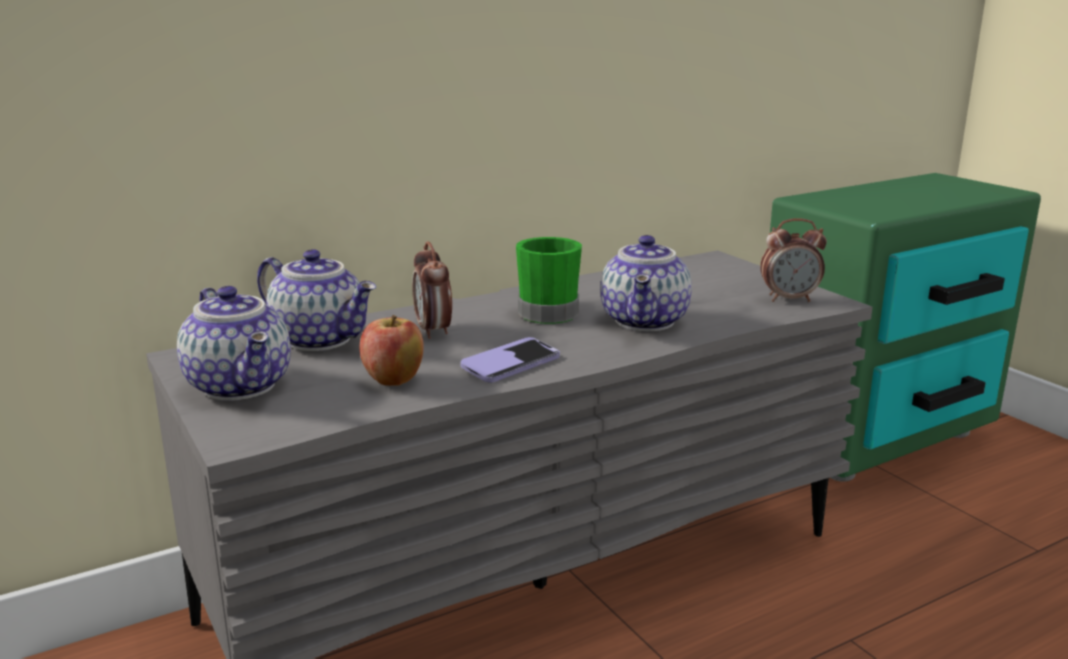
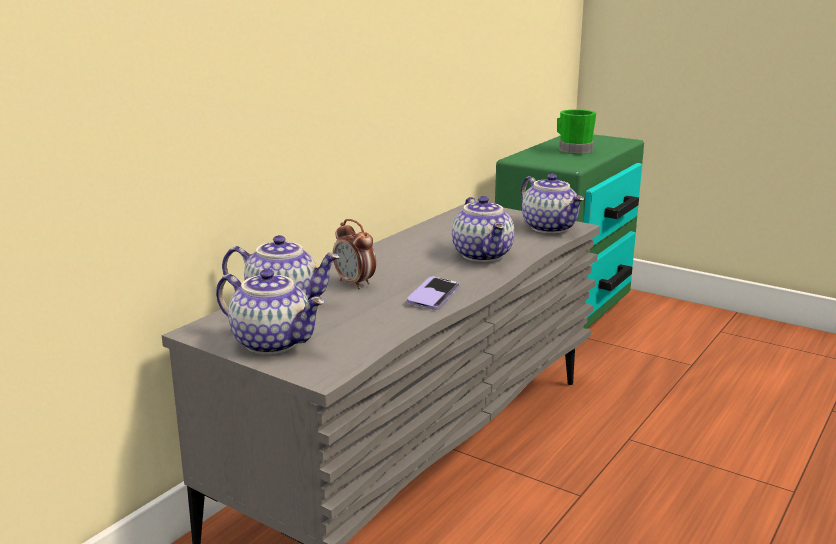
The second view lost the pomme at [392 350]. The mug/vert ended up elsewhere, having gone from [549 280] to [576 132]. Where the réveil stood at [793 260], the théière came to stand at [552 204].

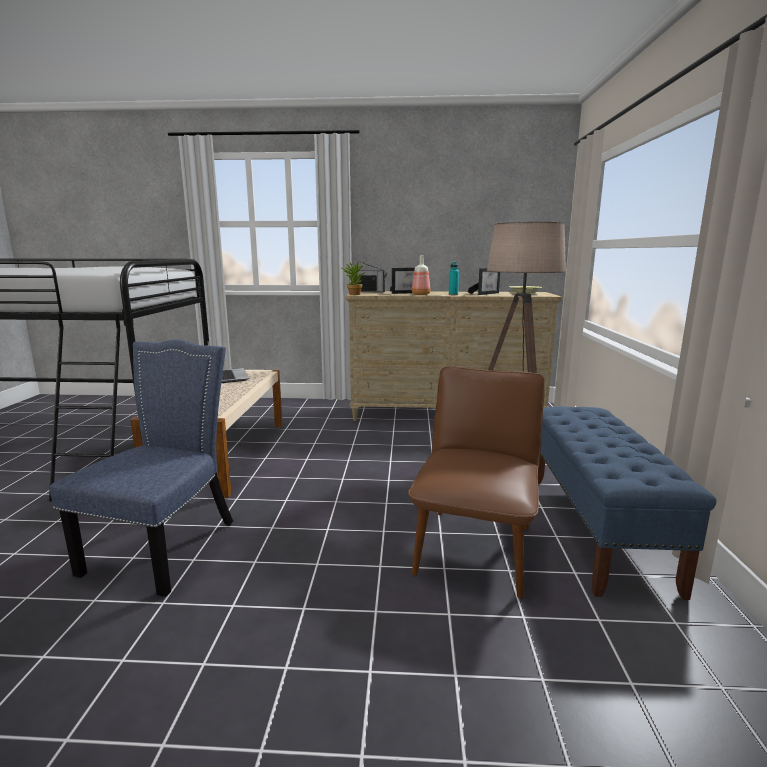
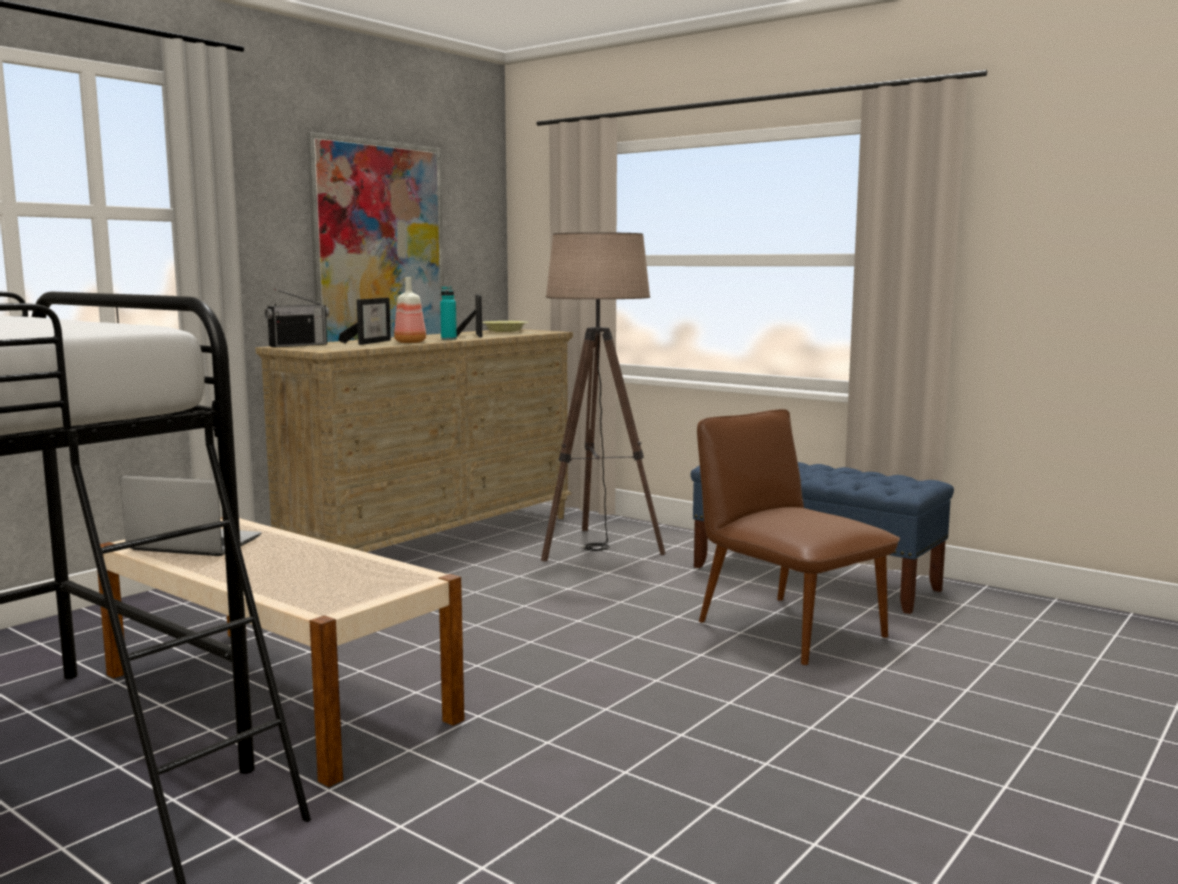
The second view lost the chaise/bleu at [141 468]. The second view lost the plante en pot at [353 278]. The second view gained the tableau at [375 237].

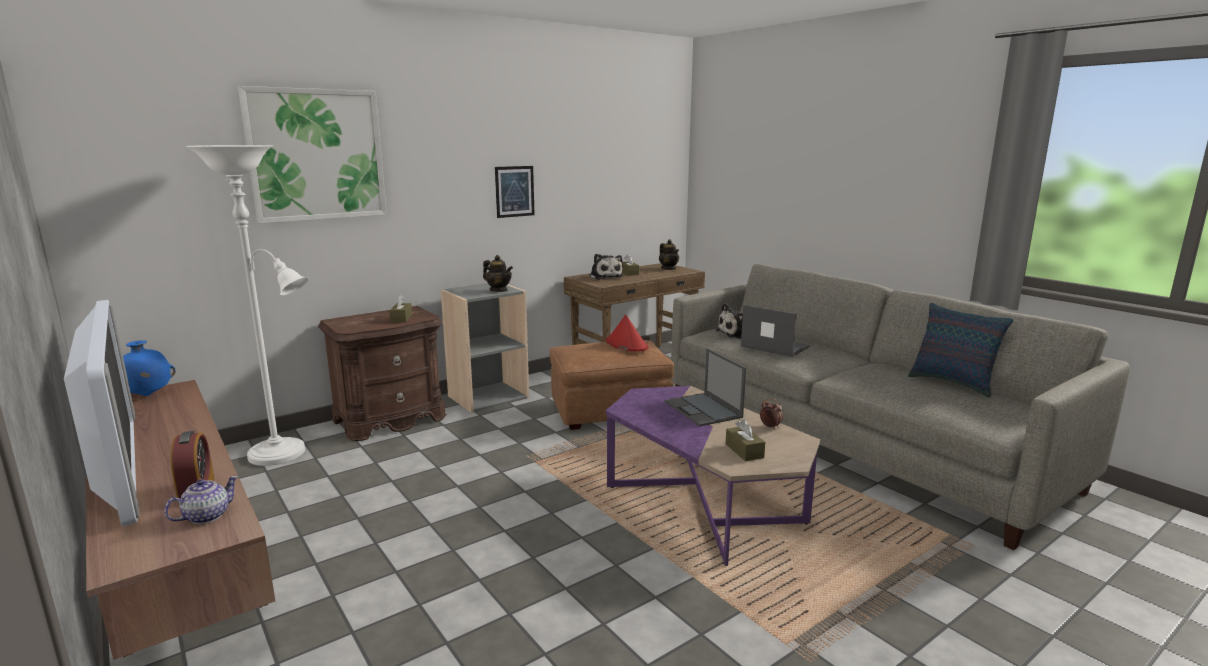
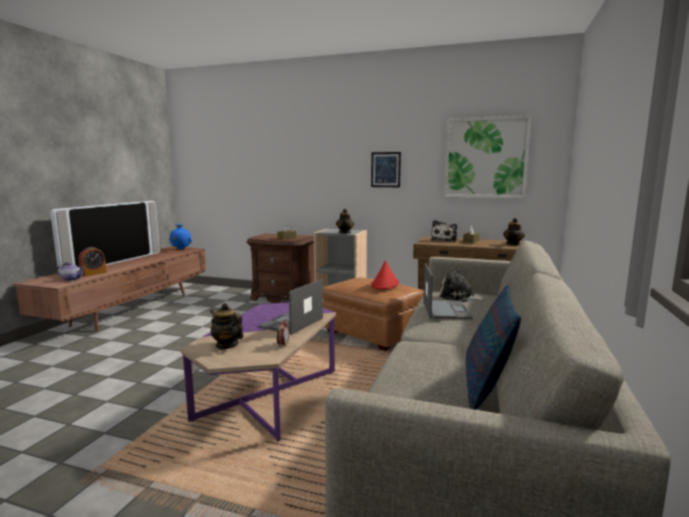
The second view lost the lampadaire/blanc at [247 305]. The tableau ended up elsewhere, having gone from [312 155] to [488 157]. Where the boîte à mouchoirs/marron stood at [745 440], the théière came to stand at [226 326].

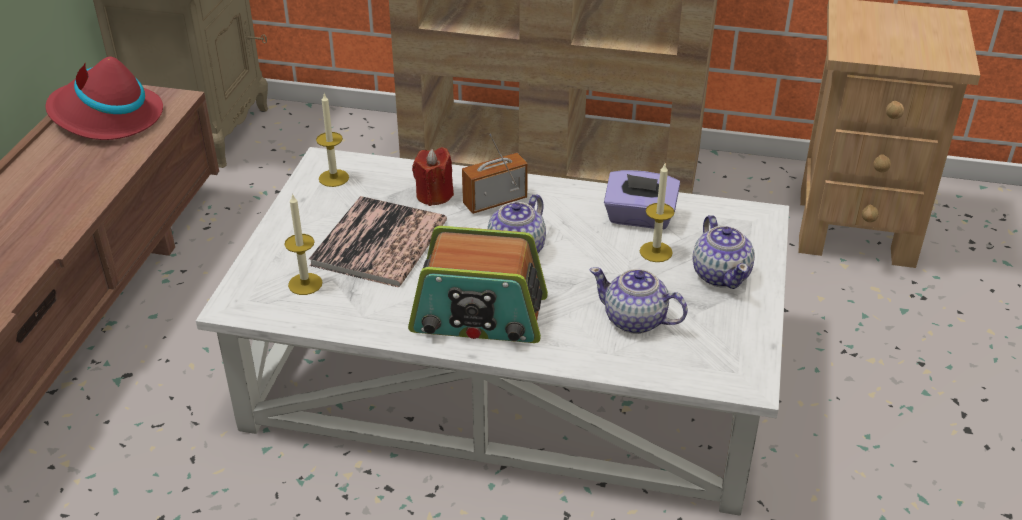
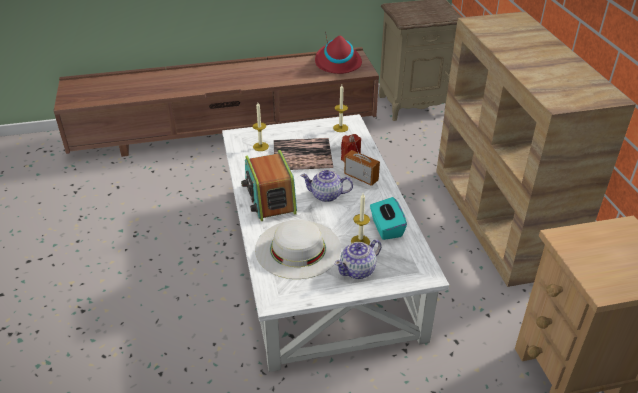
Where the théière stood at [639 300], the chapeau/blanc came to stand at [298 249]. What was the boîte à mouchoirs/violet at [642 199] turned into the boîte à mouchoirs/turquoise at [388 218].

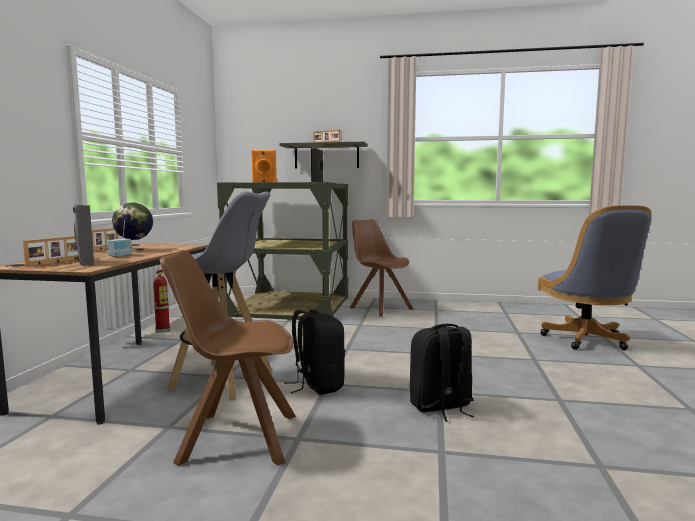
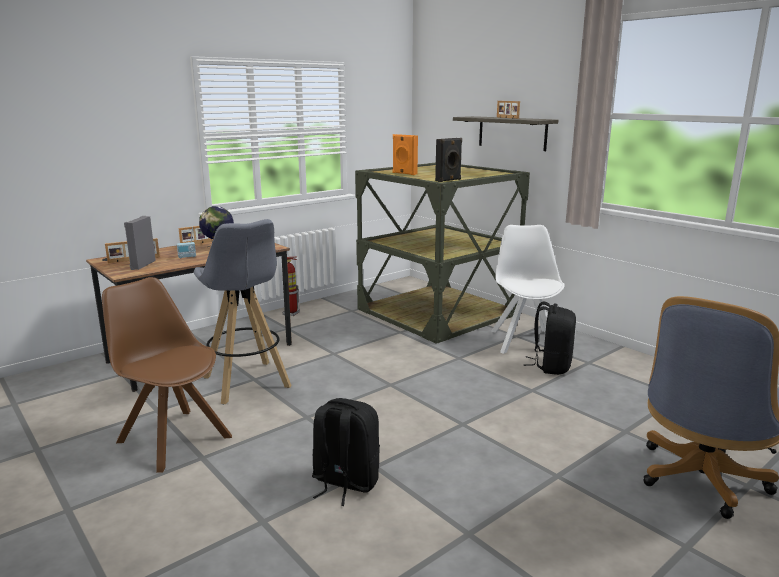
The sac à dos/noir ended up elsewhere, having gone from [314 352] to [550 338]. What was the chaise/marron at [381 268] turned into the chaise/blanc at [528 289].

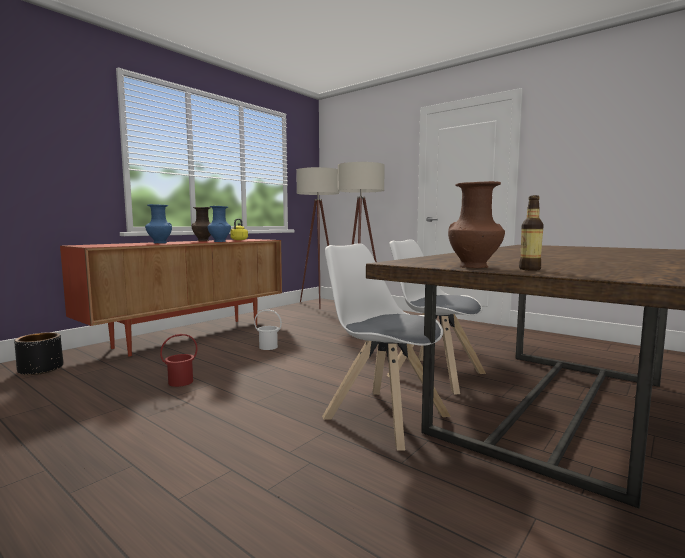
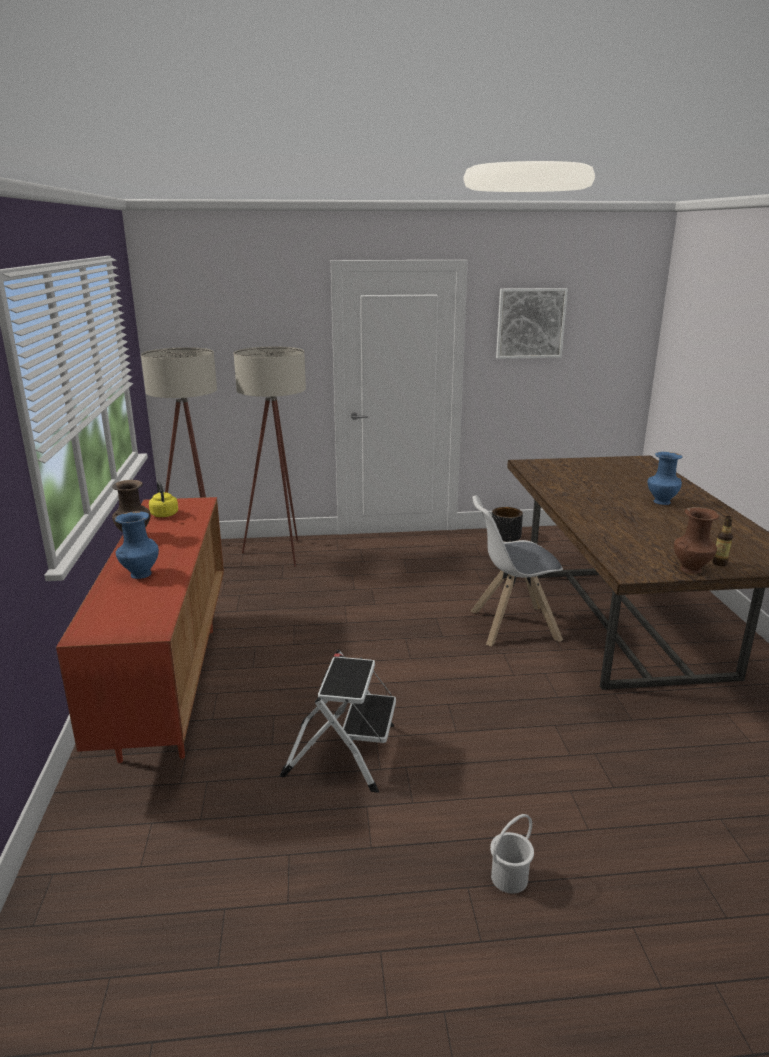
The cache-pot/noir ended up elsewhere, having gone from [38 353] to [507 524]. Where the seau/rouge stood at [179 360], the escabeau came to stand at [338 721]. The vase/bleu ended up elsewhere, having gone from [219 224] to [664 478]. The seau/blanc ended up elsewhere, having gone from [268 330] to [512 854]. The second view lost the chaise at [386 347]. The second view gained the tableau at [532 323].

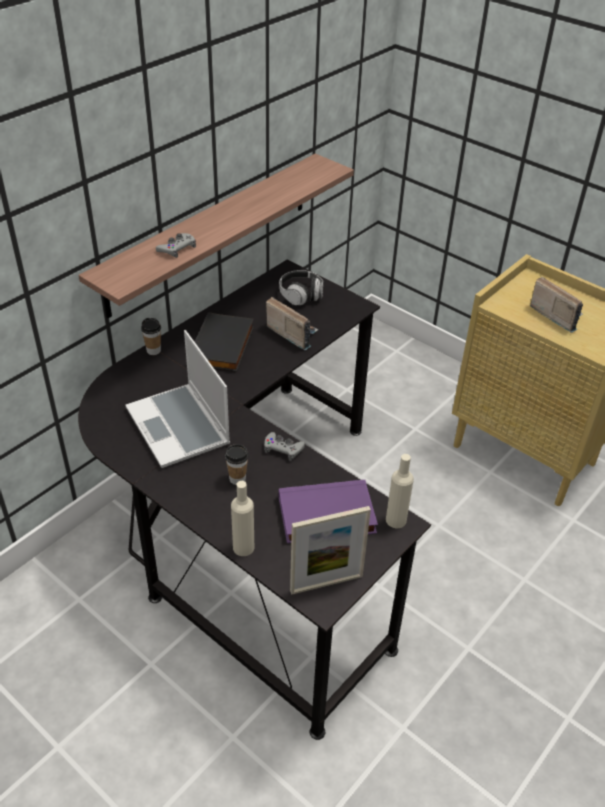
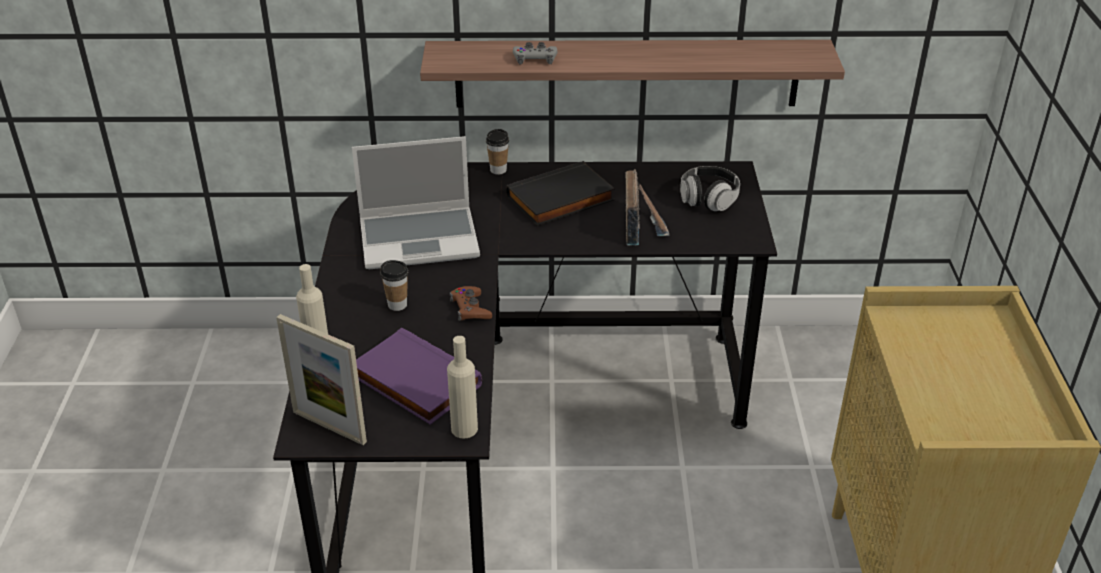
The ordinateur portable at [177 399] ended up facing another way, 120 degrees counterclockwise from before. What was the manette/gris at [284 446] turned into the manette/marron at [470 303]. The second view lost the radio at [556 305].

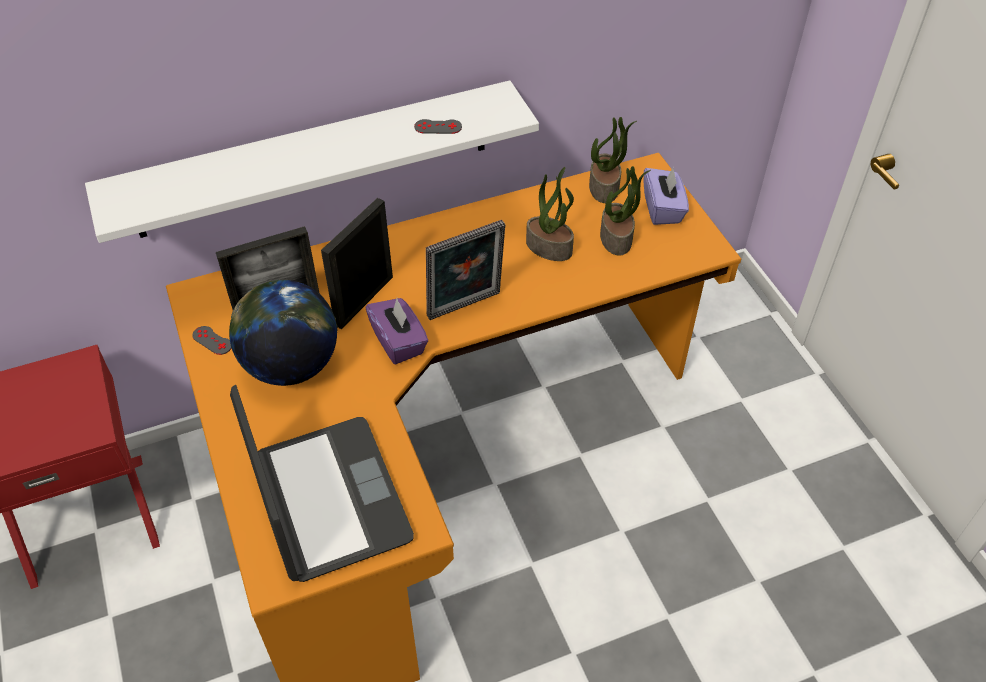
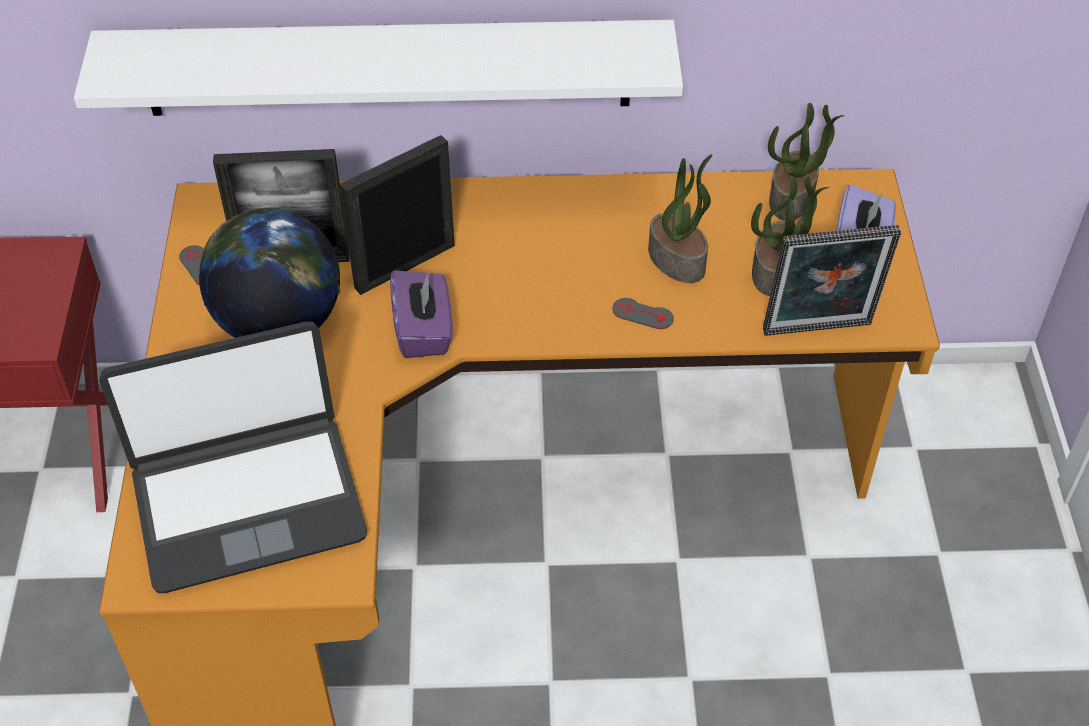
The ordinateur portable at [322 483] ended up facing another way, 75 degrees clockwise from before. The manette/gris ended up elsewhere, having gone from [438 126] to [643 313]. The cadre photo ended up elsewhere, having gone from [465 270] to [832 280].

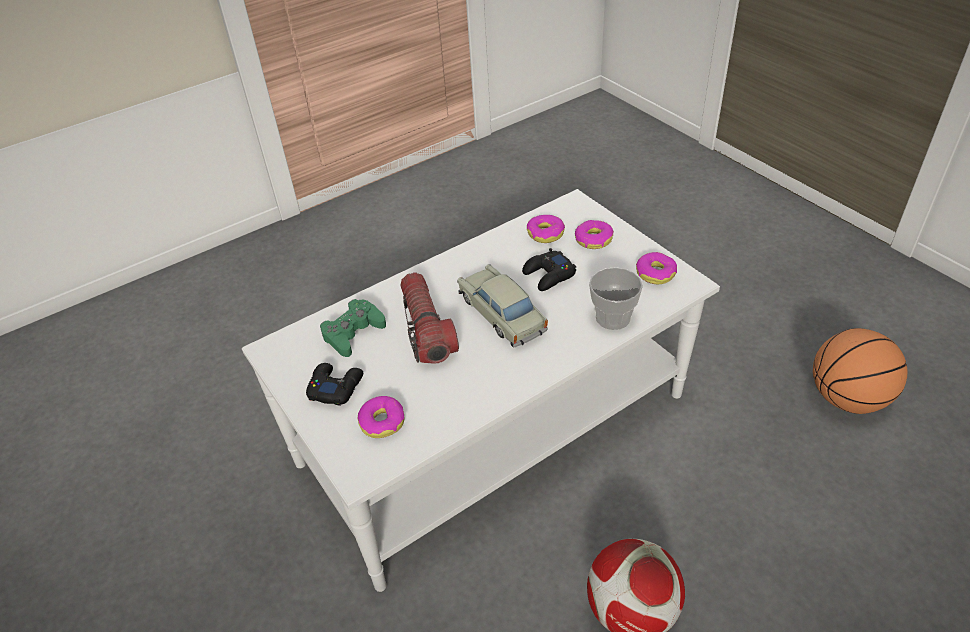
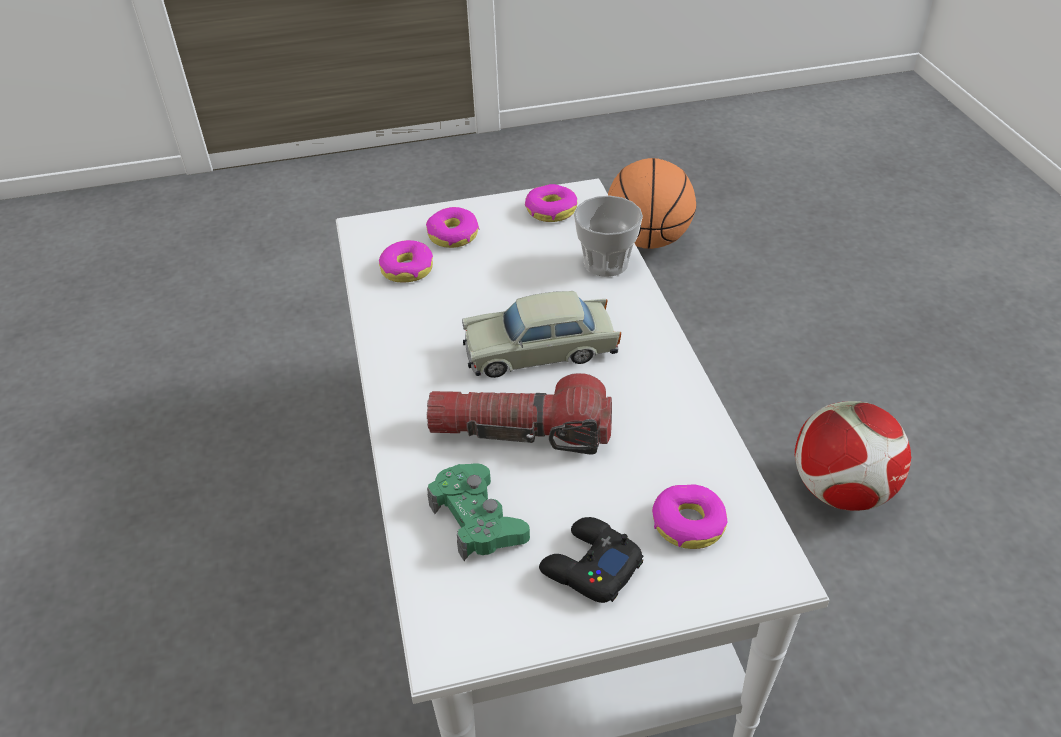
The second view lost the manette/noir at [549 269].

